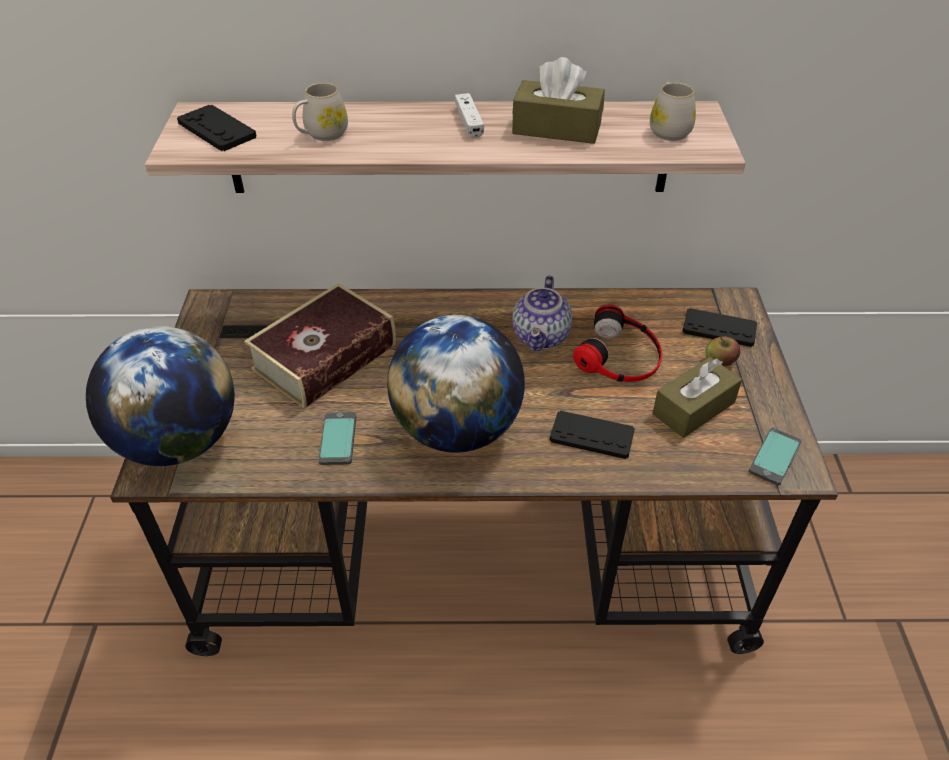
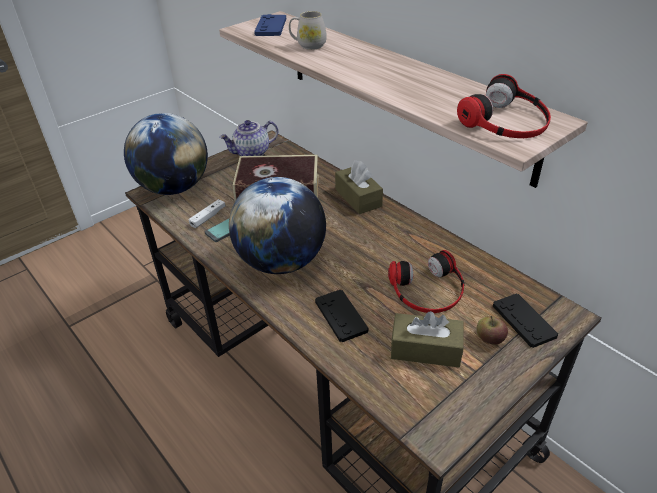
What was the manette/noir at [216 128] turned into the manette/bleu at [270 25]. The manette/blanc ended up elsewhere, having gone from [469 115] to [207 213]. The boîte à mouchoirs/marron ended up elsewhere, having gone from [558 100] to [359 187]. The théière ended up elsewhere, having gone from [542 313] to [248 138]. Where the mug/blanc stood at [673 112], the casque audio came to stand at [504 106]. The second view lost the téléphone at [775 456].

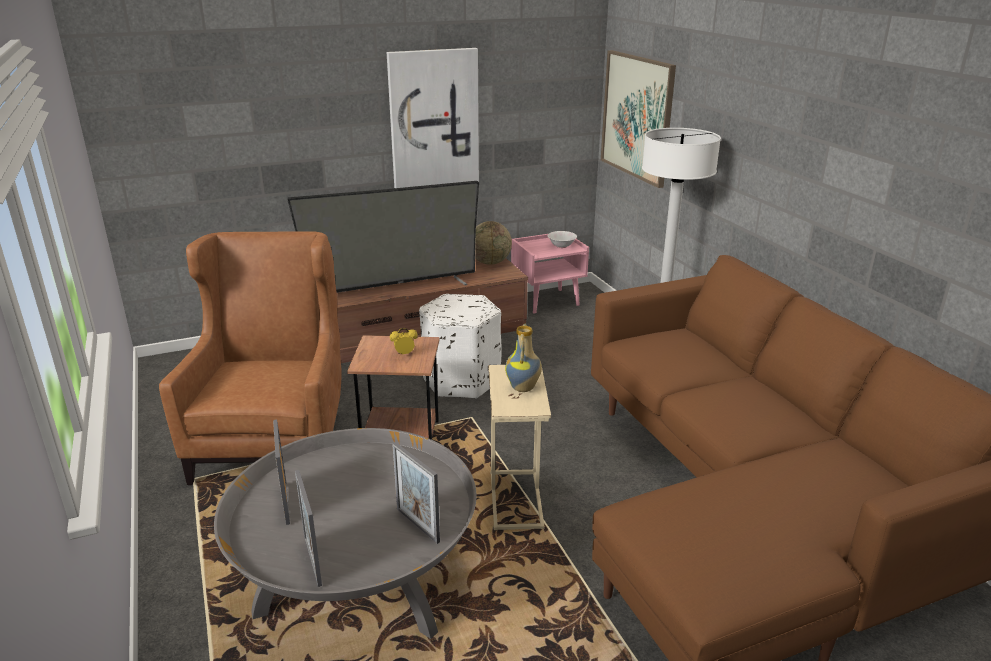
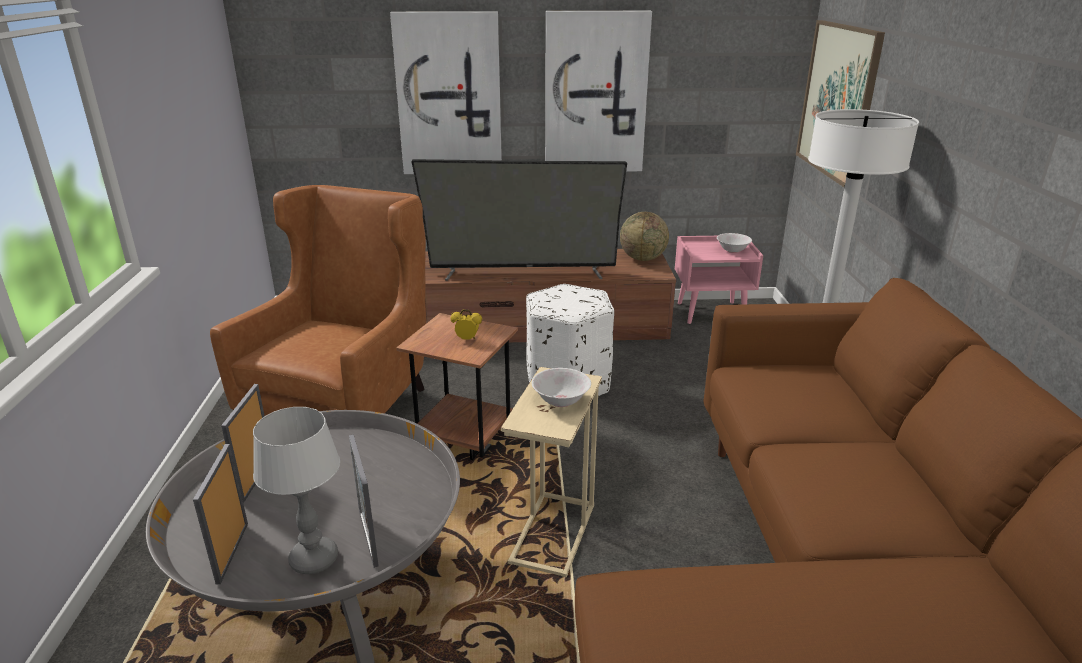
Where the vase stood at [523 358], the bol/blanc came to stand at [561 387]. The second view gained the lampe de table at [296 490]. The second view gained the tableau at [446 92].

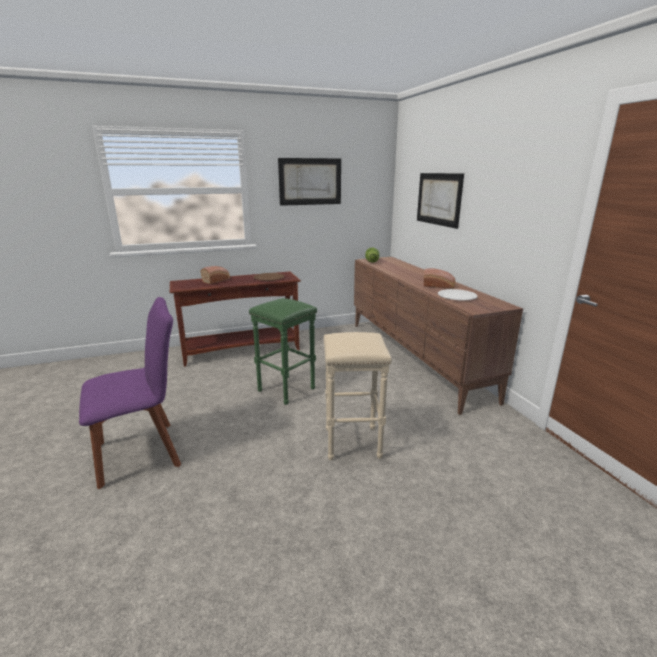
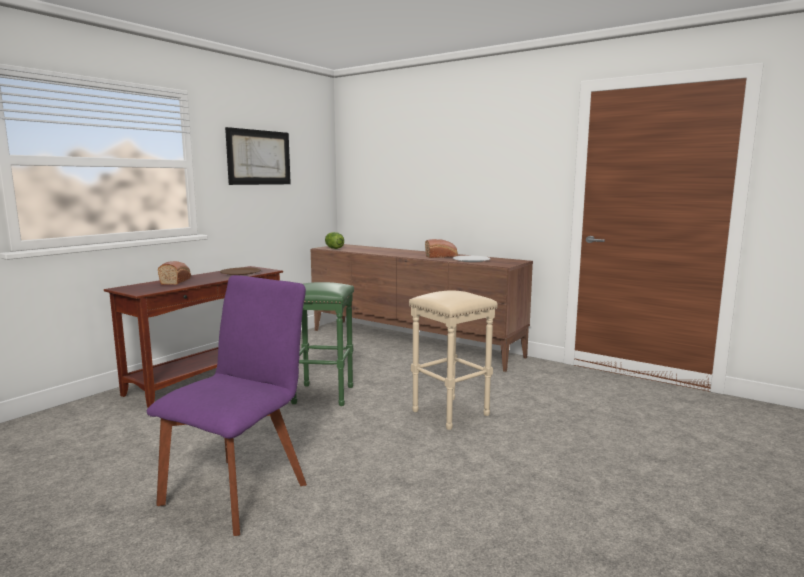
The second view lost the tableau at [440 201].

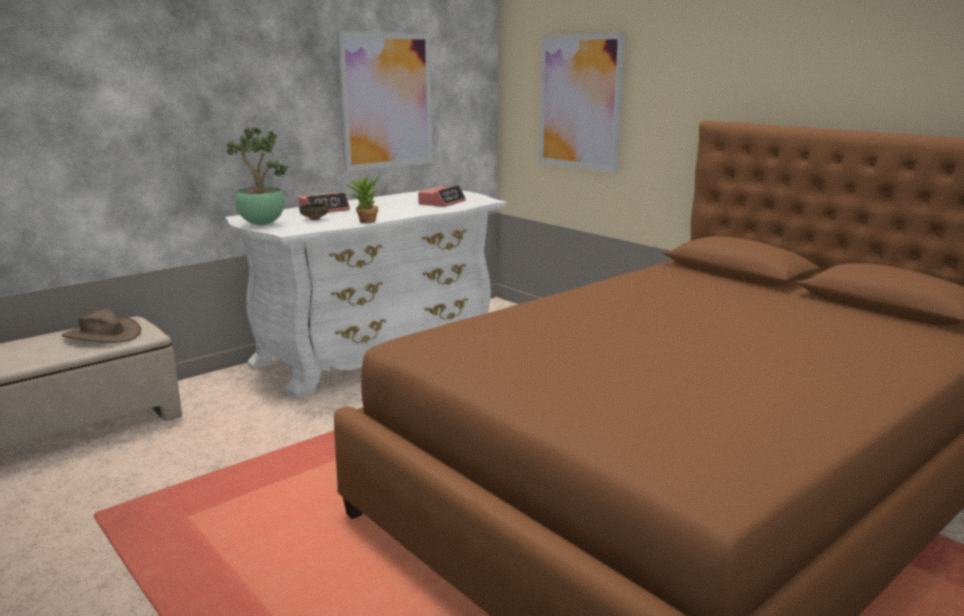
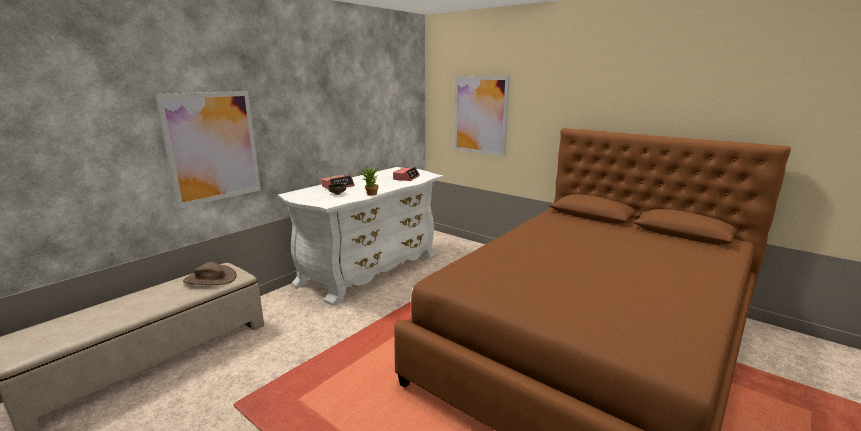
The second view lost the plante en pot at [257 176]. The tableau ended up elsewhere, having gone from [384 101] to [208 149].

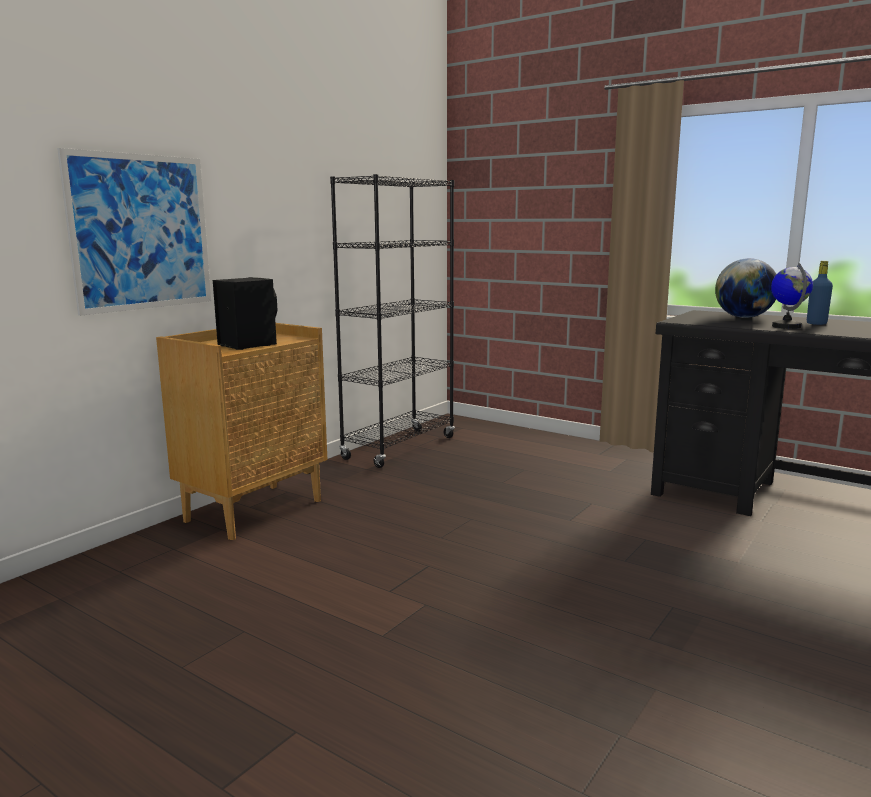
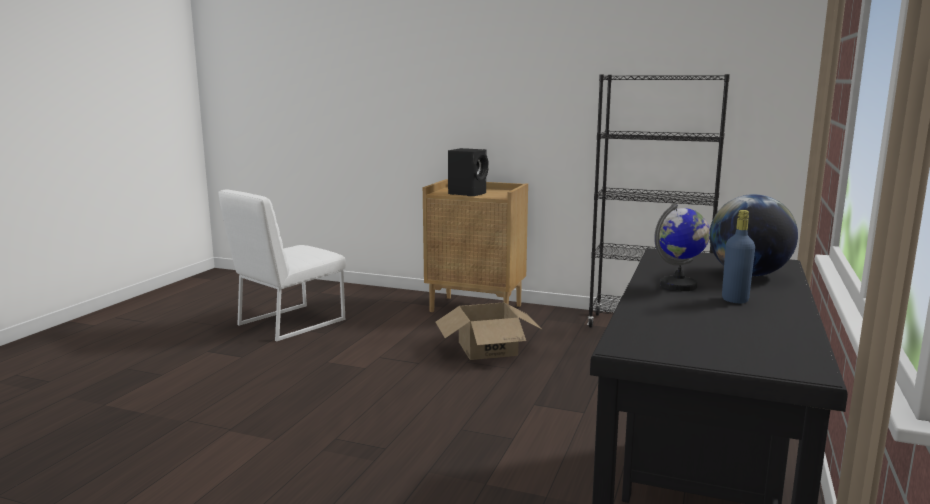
The second view lost the tableau at [134 232]. The second view gained the chaise/blanc at [282 265]. The second view gained the carton at [488 331].

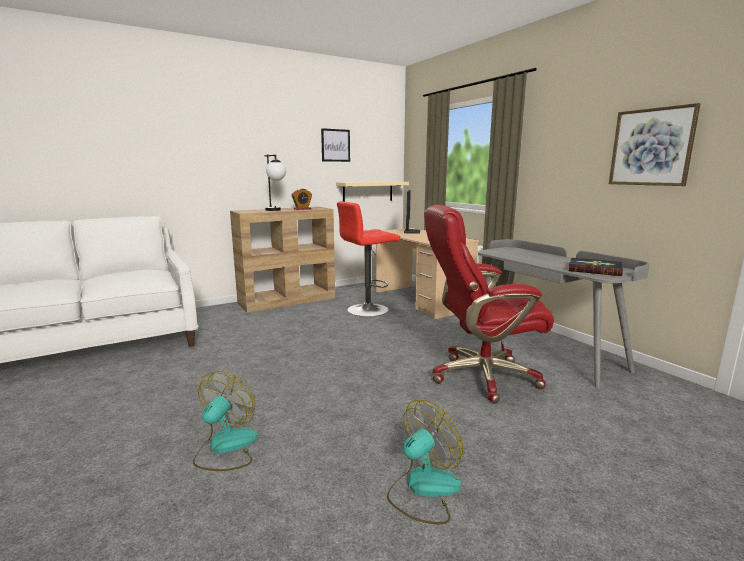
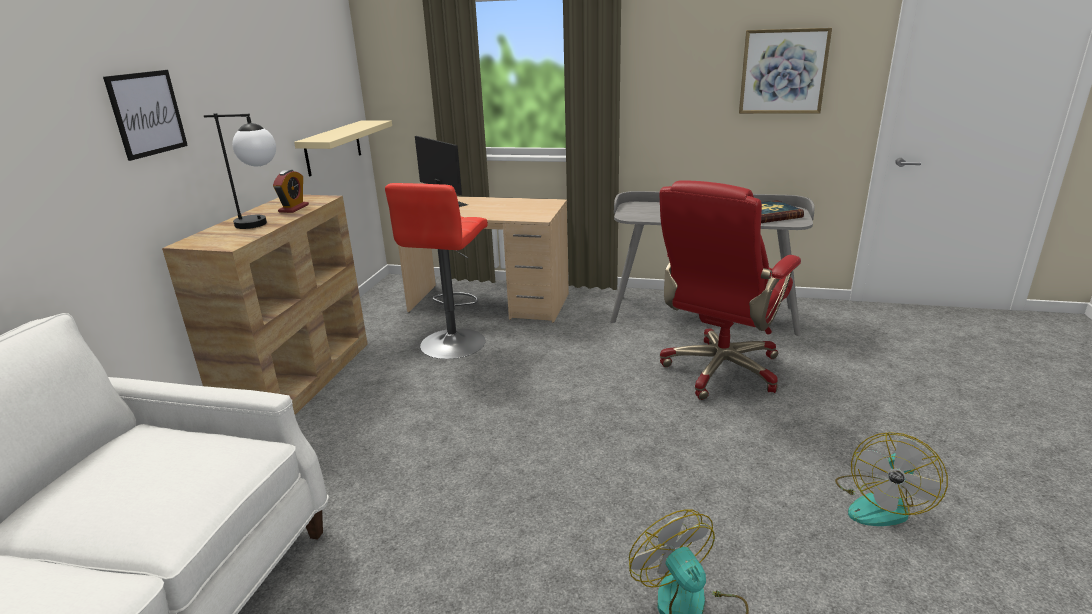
The tableau ended up elsewhere, having gone from [335 145] to [145 115]. The ventilateur at [425 462] ended up facing another way, 150 degrees counterclockwise from before.

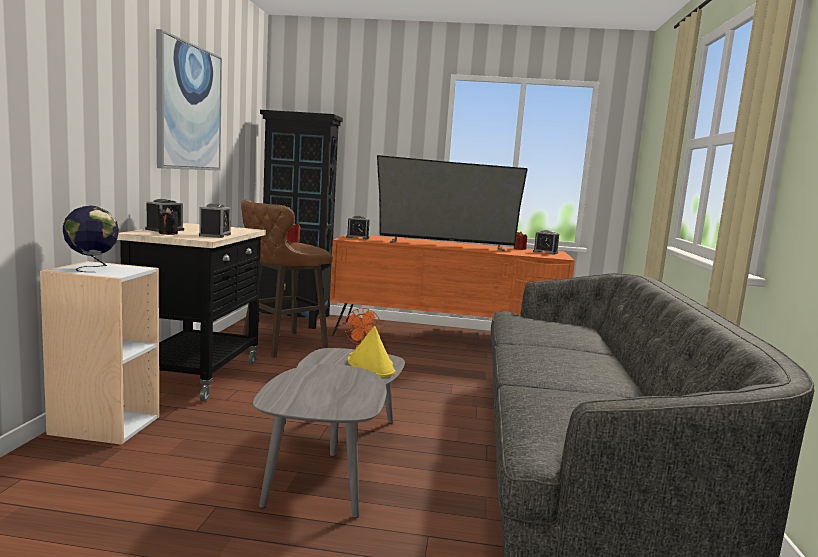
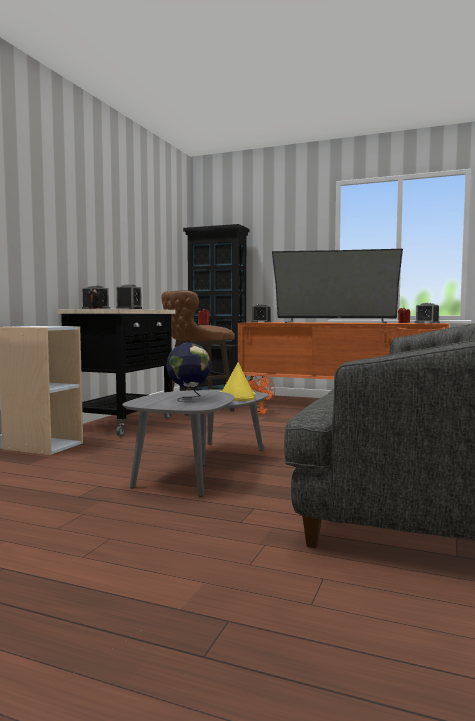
The globe ended up elsewhere, having gone from [91 238] to [188 372]. The second view lost the tableau at [189 100].

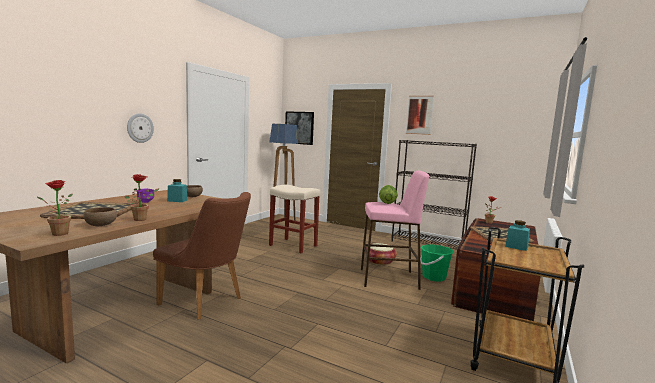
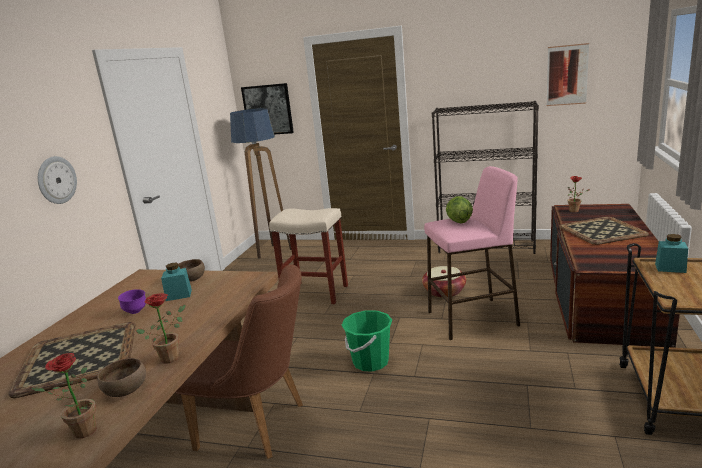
The tableau ended up elsewhere, having gone from [420 115] to [567 74]. The seau/vert ended up elsewhere, having gone from [437 263] to [367 341].

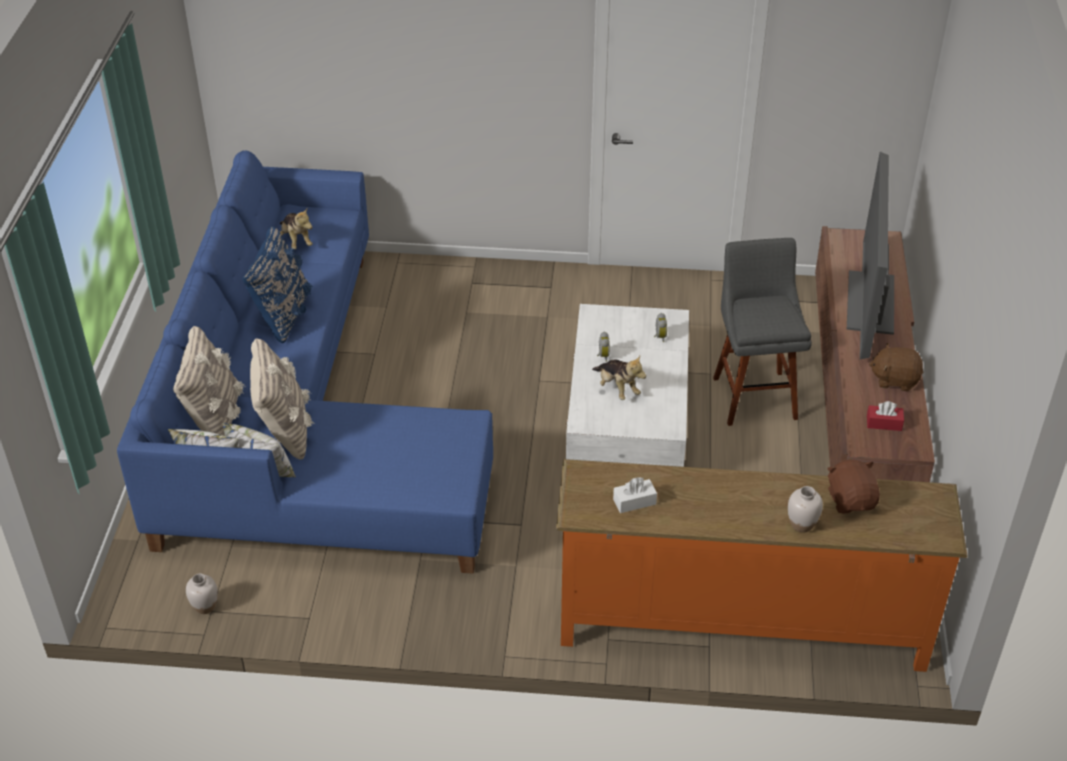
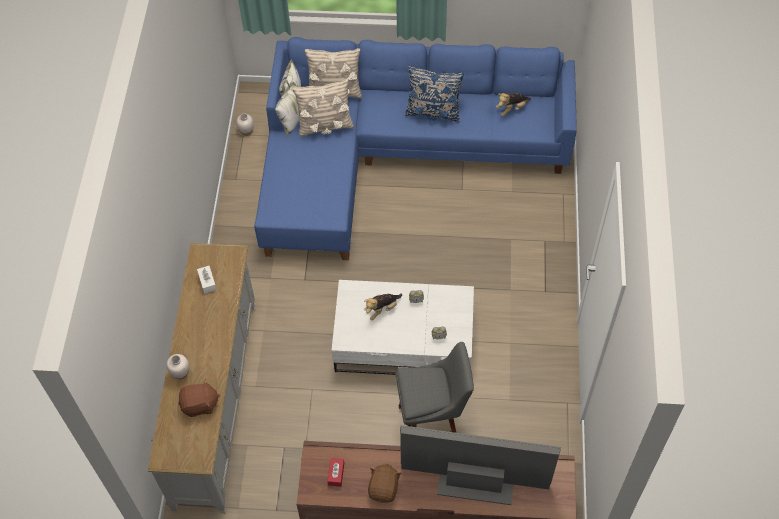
What was the meuble de rangement/orange at [762 565] turned into the meuble de rangement/gris at [202 378].

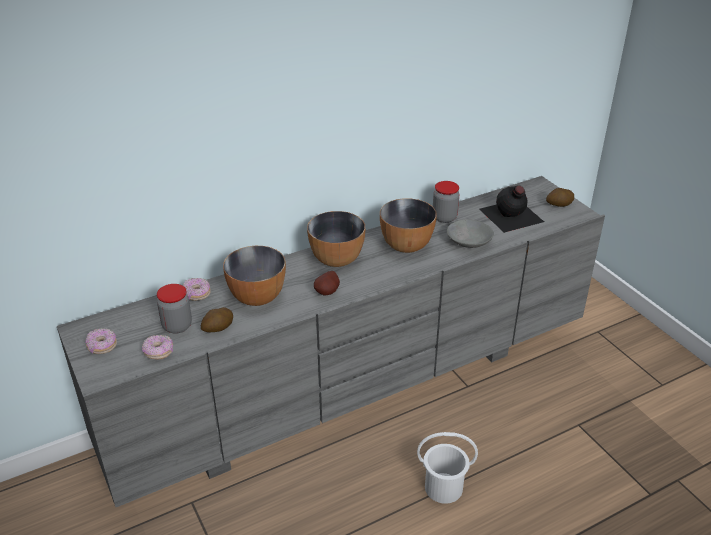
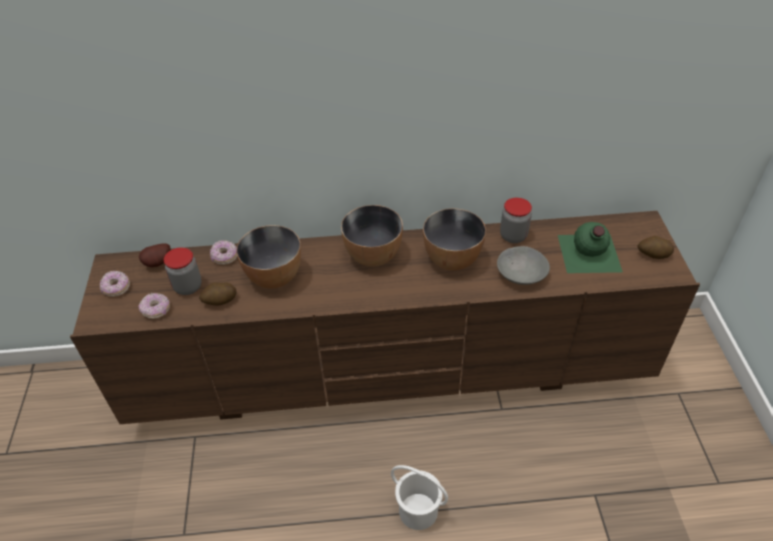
What was the meuble de rangement/gris at [331 341] turned into the meuble de rangement/marron at [385 317]. The pomme de terre ended up elsewhere, having gone from [327 283] to [155 255]. What was the bouteille/noir at [511 209] turned into the bouteille/vert at [590 247].

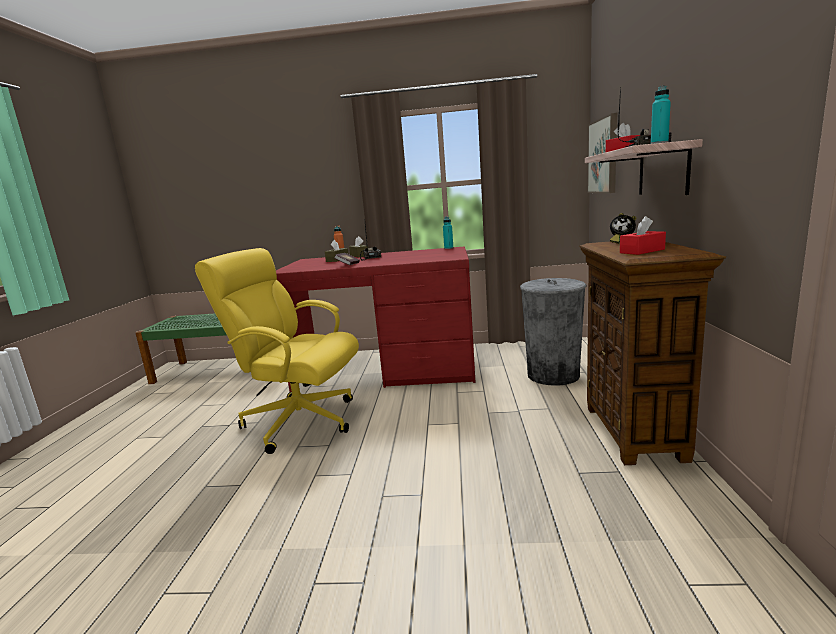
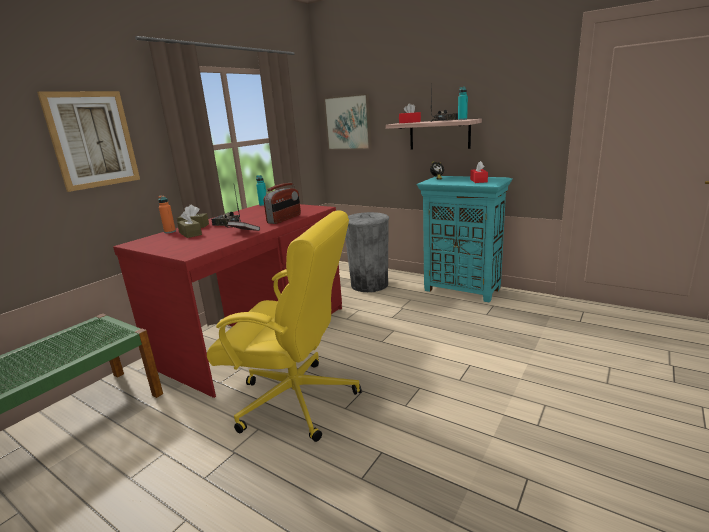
The chaise de bureau/jaune at [277 351] ended up facing another way, 120 degrees counterclockwise from before. What was the meuble de rangement/marron at [652 353] turned into the meuble de rangement/turquoise at [464 239]. The second view gained the tableau at [88 141]. The second view gained the radio at [282 203].

